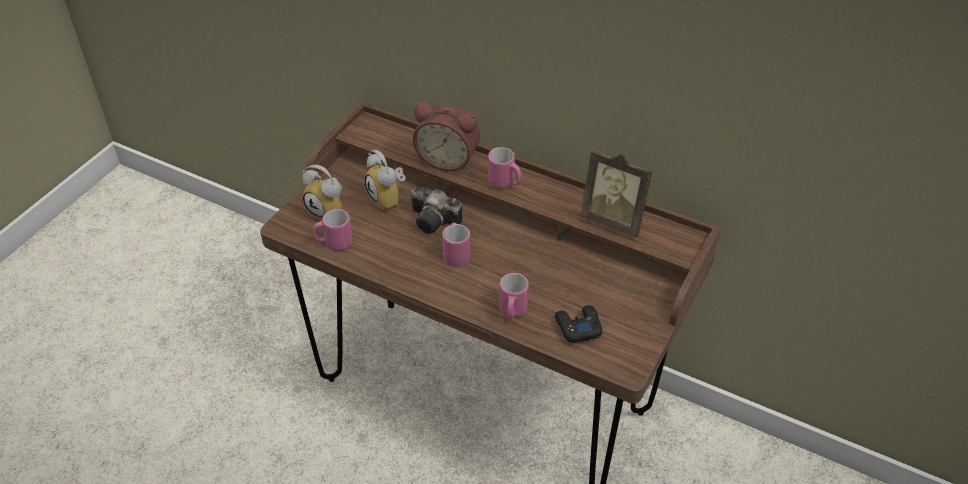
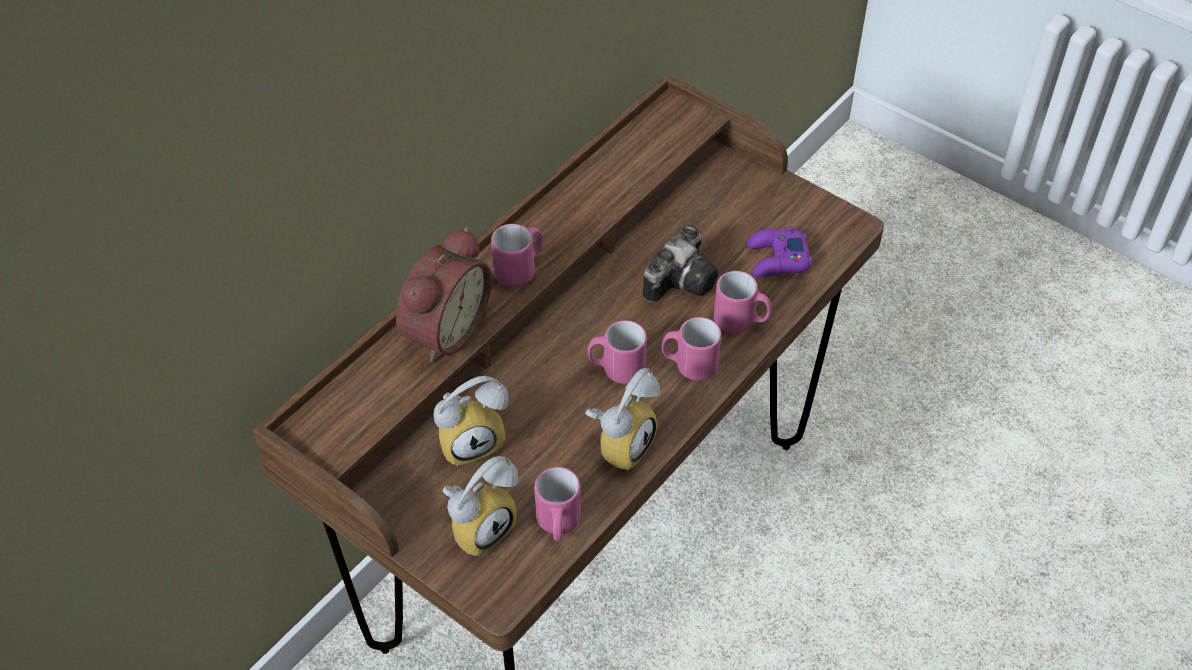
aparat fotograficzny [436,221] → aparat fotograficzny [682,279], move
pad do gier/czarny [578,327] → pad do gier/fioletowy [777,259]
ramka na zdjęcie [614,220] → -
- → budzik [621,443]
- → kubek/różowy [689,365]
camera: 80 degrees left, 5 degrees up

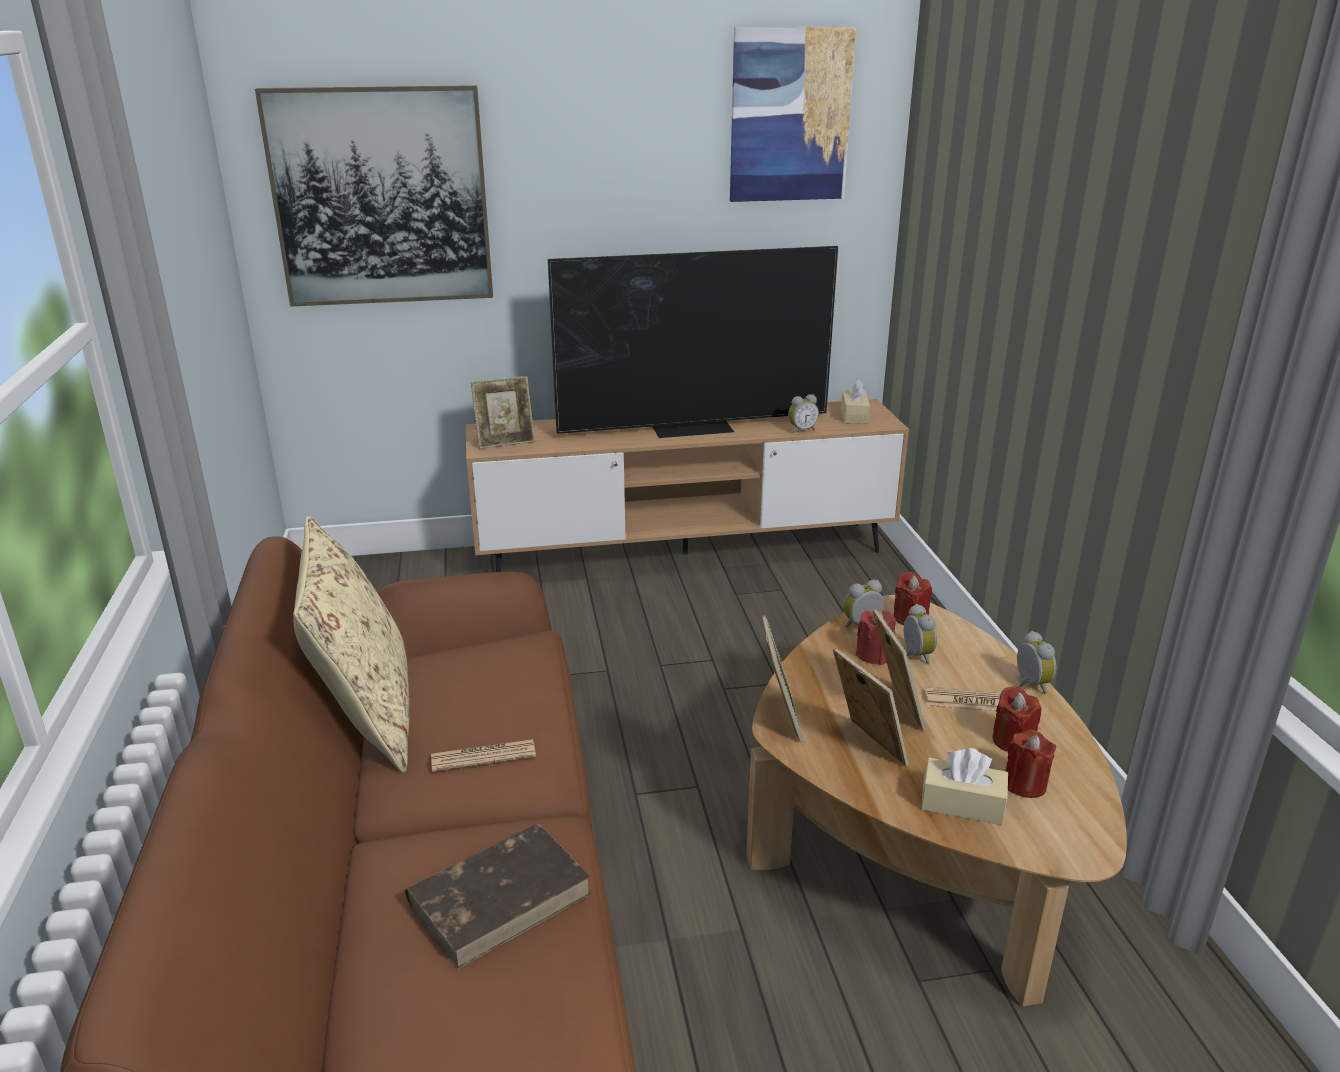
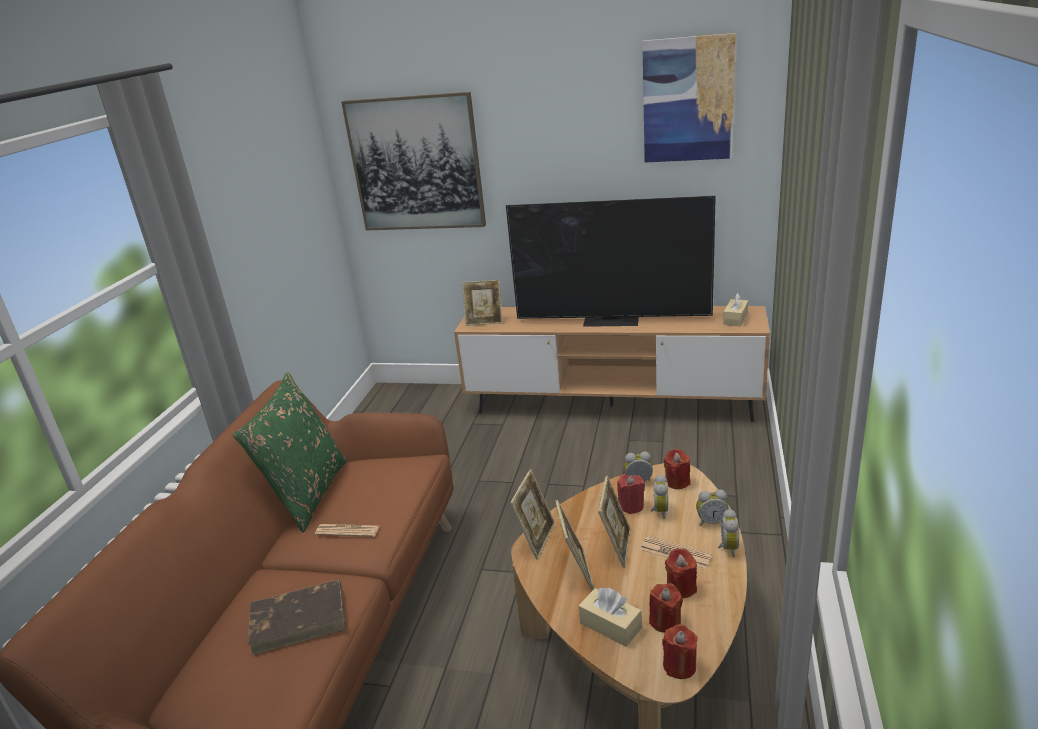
poduszka/beżowy [366,716] → poduszka/zielony [307,494]
budzik [801,430] → budzik [711,521], move
- → świeca/czerwony [679,666]
camera: 25 degrees right, 0 degrees up

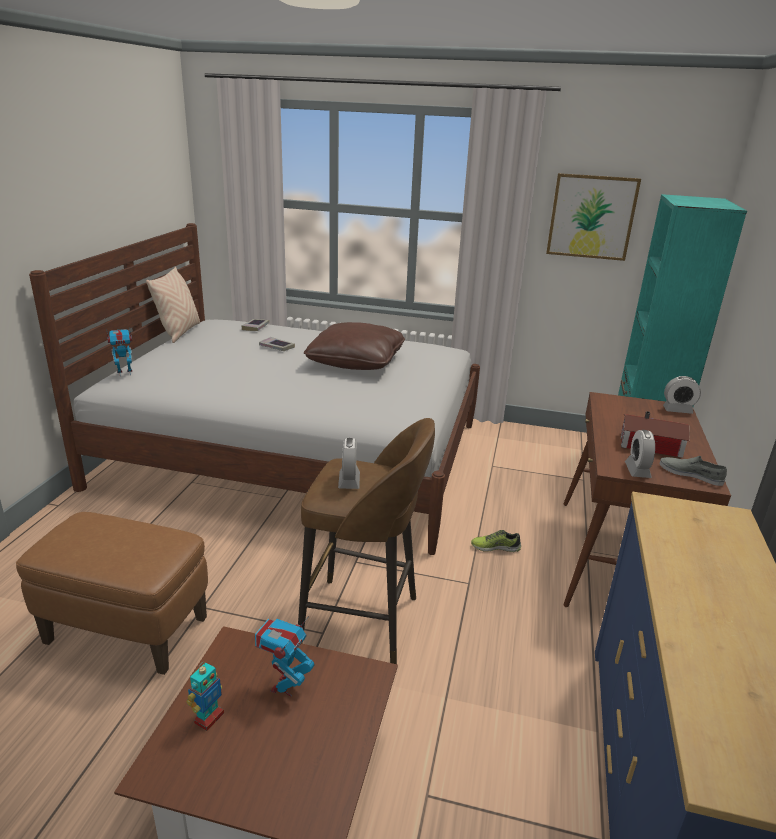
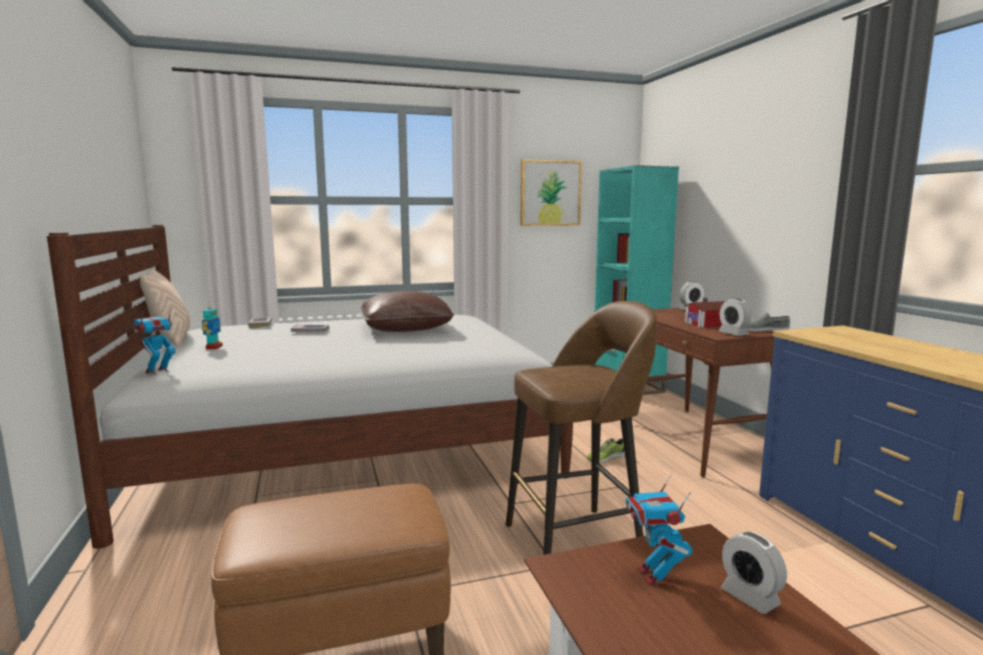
robot zabawkowy [208,718] → robot zabawkowy [213,347], move
budzik [349,481] → budzik [750,597], move
camera: 30 degrees left, 15 degrees down

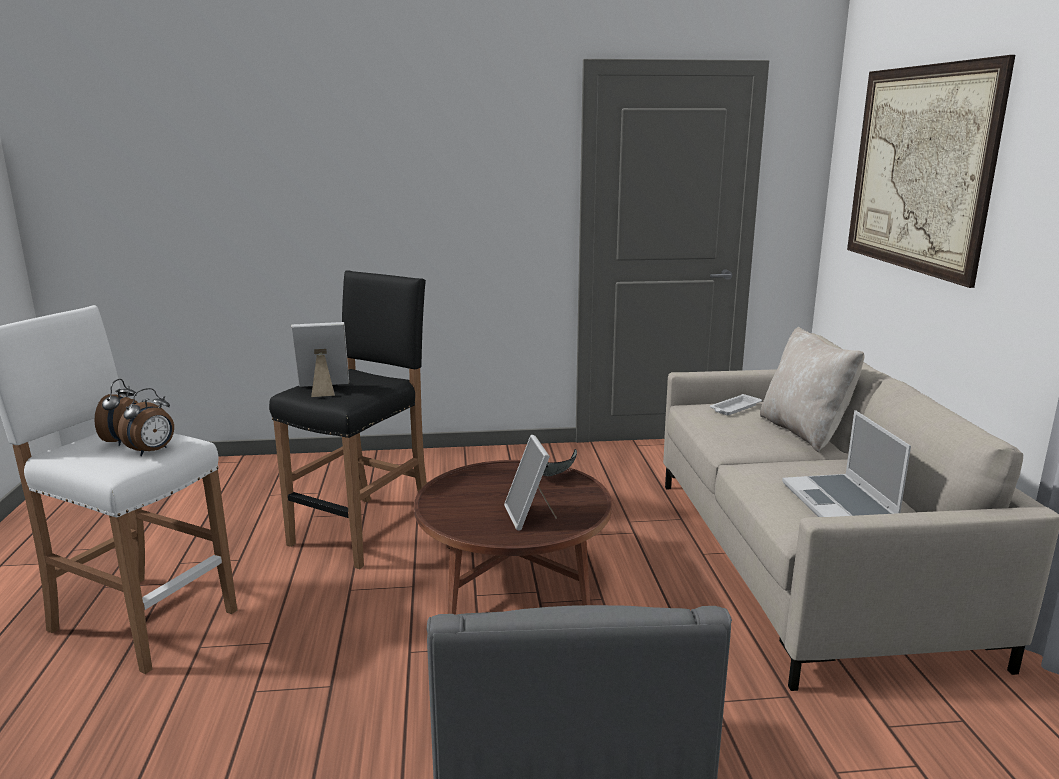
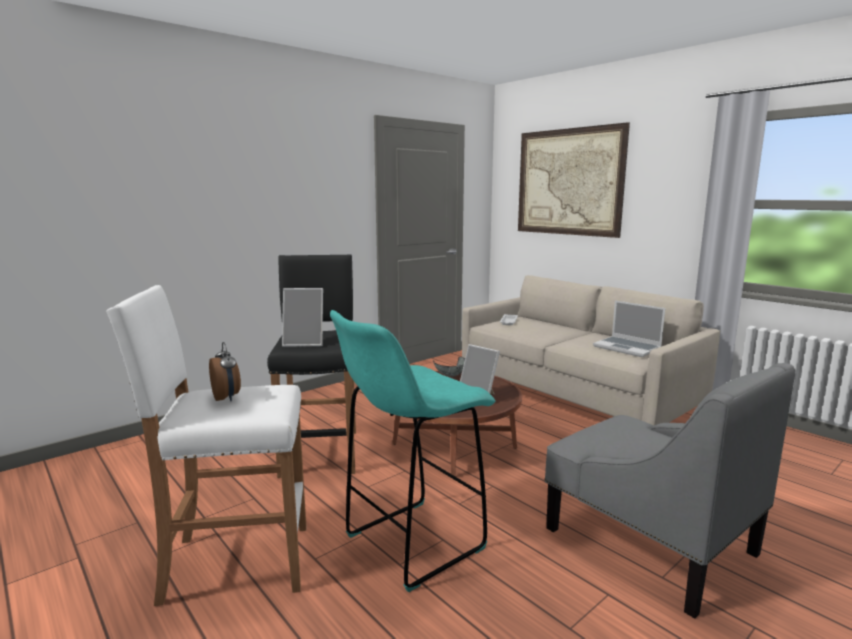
budzik [152,451] → -
ramka na zdjęcie [323,389] → ramka na zdjęcie [305,343], 135 degrees counterclockwise
poduszka/beżowy [804,432] → -
- → stołek/turkusowy [411,543]
camera: 35 degrees left, 5 degrees down

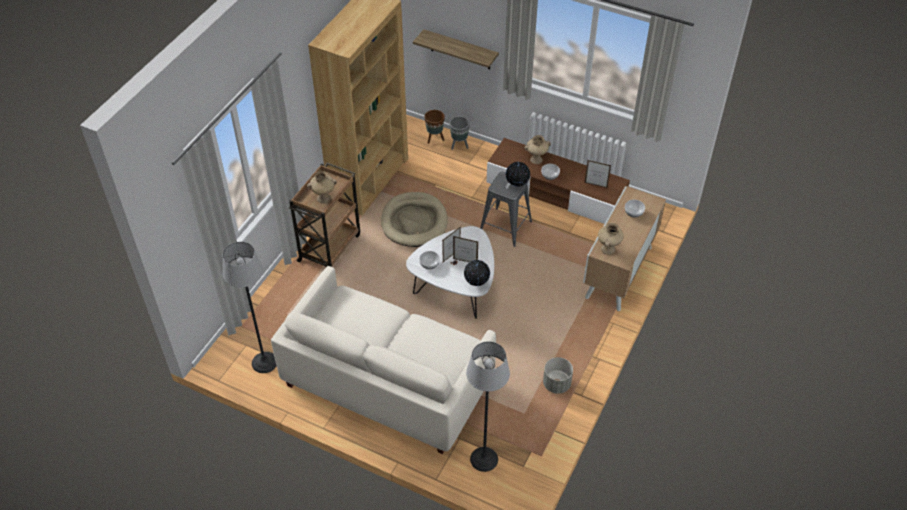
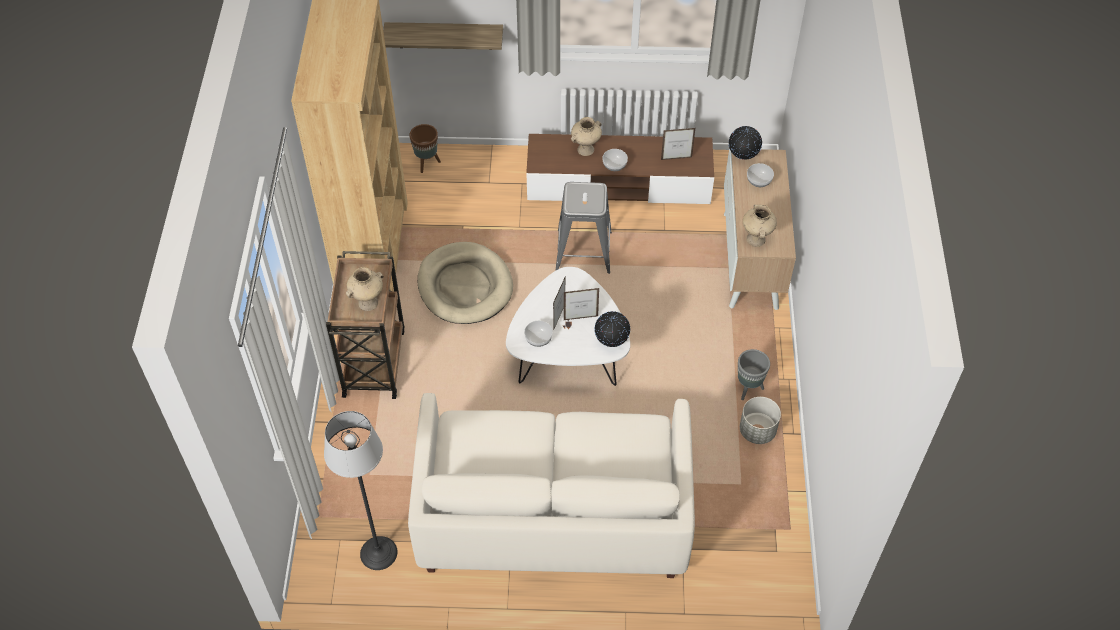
donica/szary [459,145] → donica/szary [748,389], move
lampa stojąca [483,459] → -
globus [517,185] → globus [743,157], move
camera: 25 degrees left, 5 degrees up

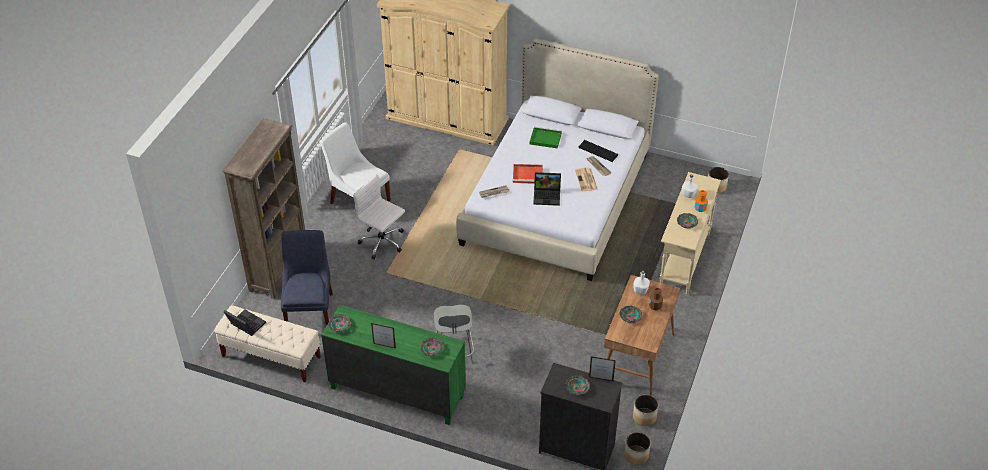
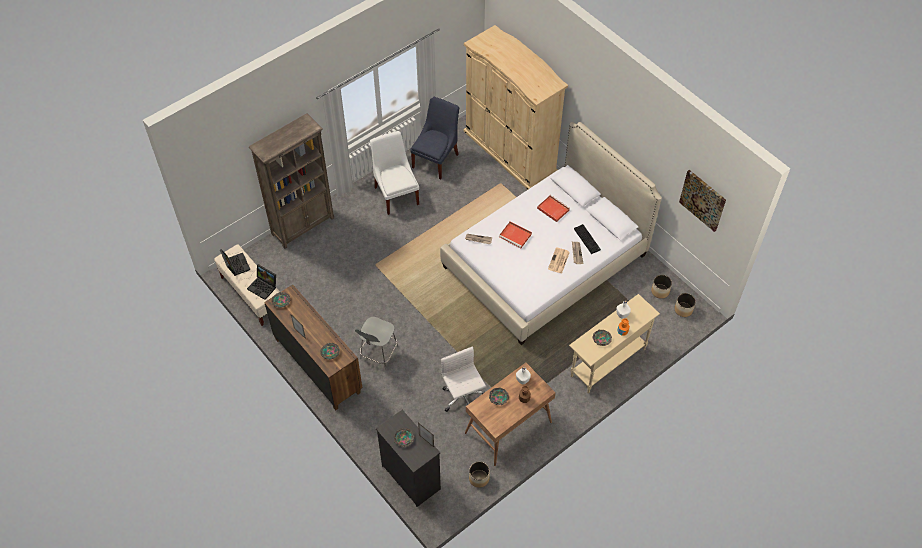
krzesło/niebieski [310,310] → krzesło/niebieski [436,159], move
komoda/zielony [397,391] → komoda/brązowy [317,365]
krzesło biurowe/biały [383,243] → krzesło biurowe/biały [463,398], move
taca/zielony [544,139] → taca/czerwony [552,209]
laptop [547,196] → laptop [264,287], move
donica [636,455] → donica [660,291], move
- → obraz [703,200]
camera: 30 degrees right, 10 degrees up

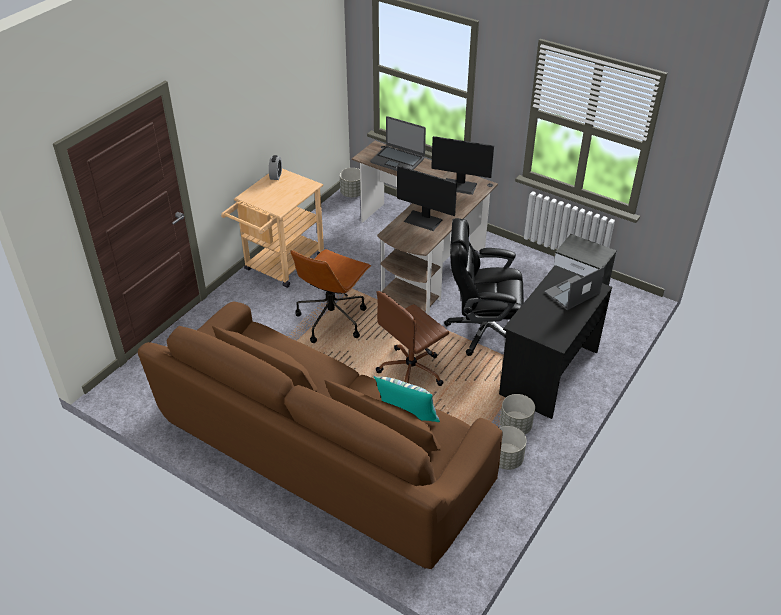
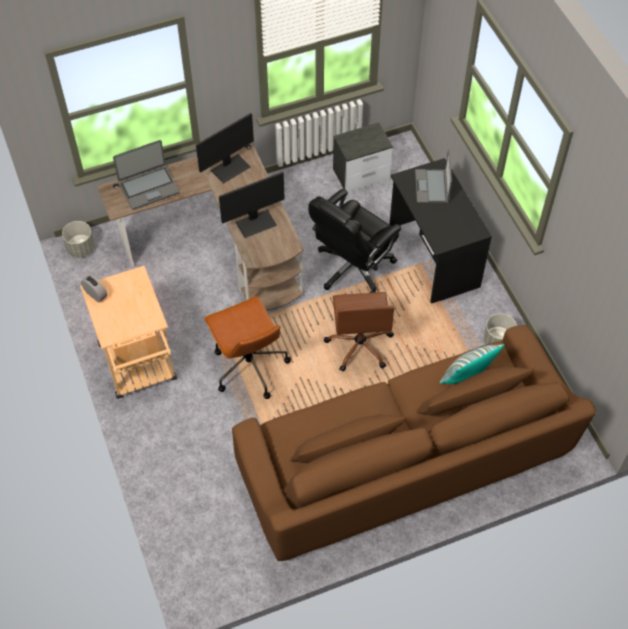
donica/szary [515,426] → -
camera: 55 degrees left, 15 degrees up

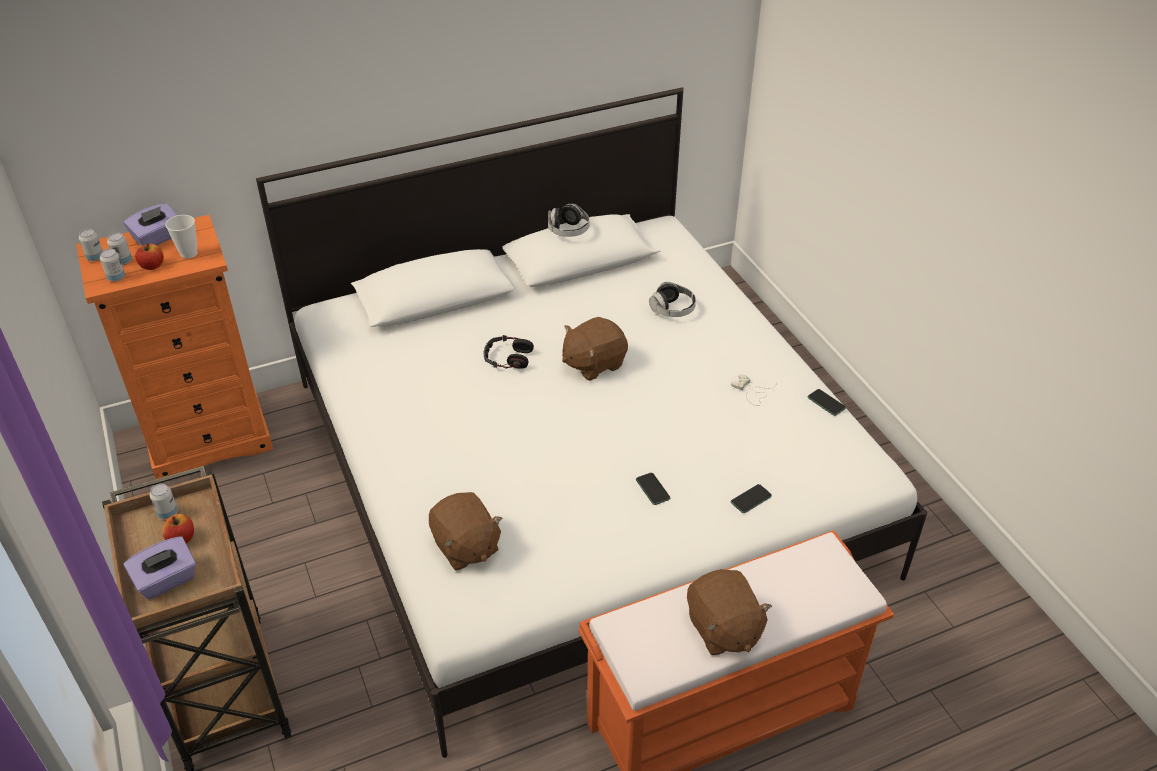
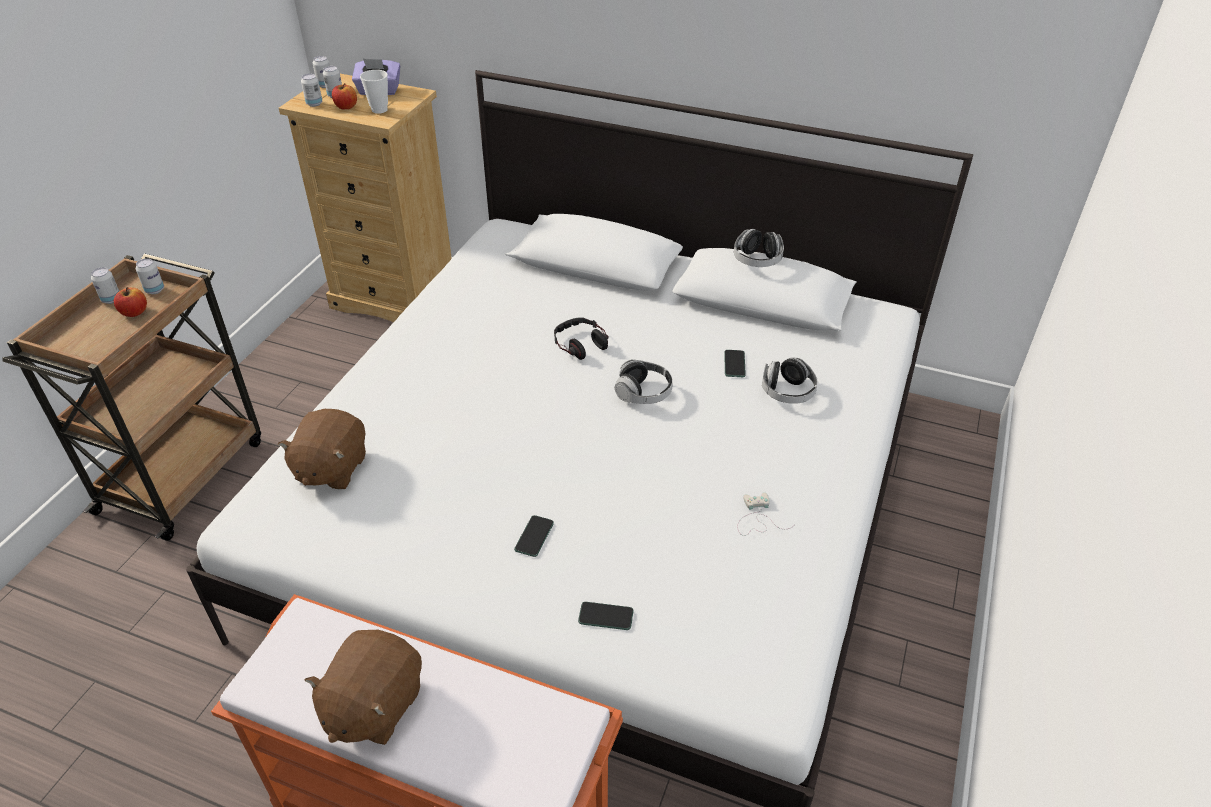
komoda/pomarańczowy [209,437] → komoda/beżowy [396,298]
pudełko chusteczek/fioletowy [167,580] → -
pluszak/brązowy [593,363] → słuchawki [643,393]
telefon [826,403] → telefon [734,364], move
- → puszka [111,299]
camera: 45 degrees right, 0 degrees up

